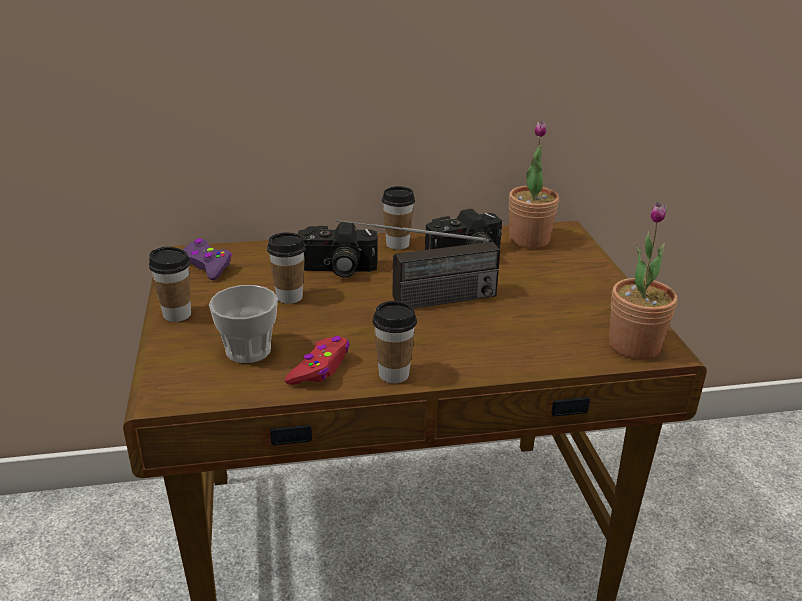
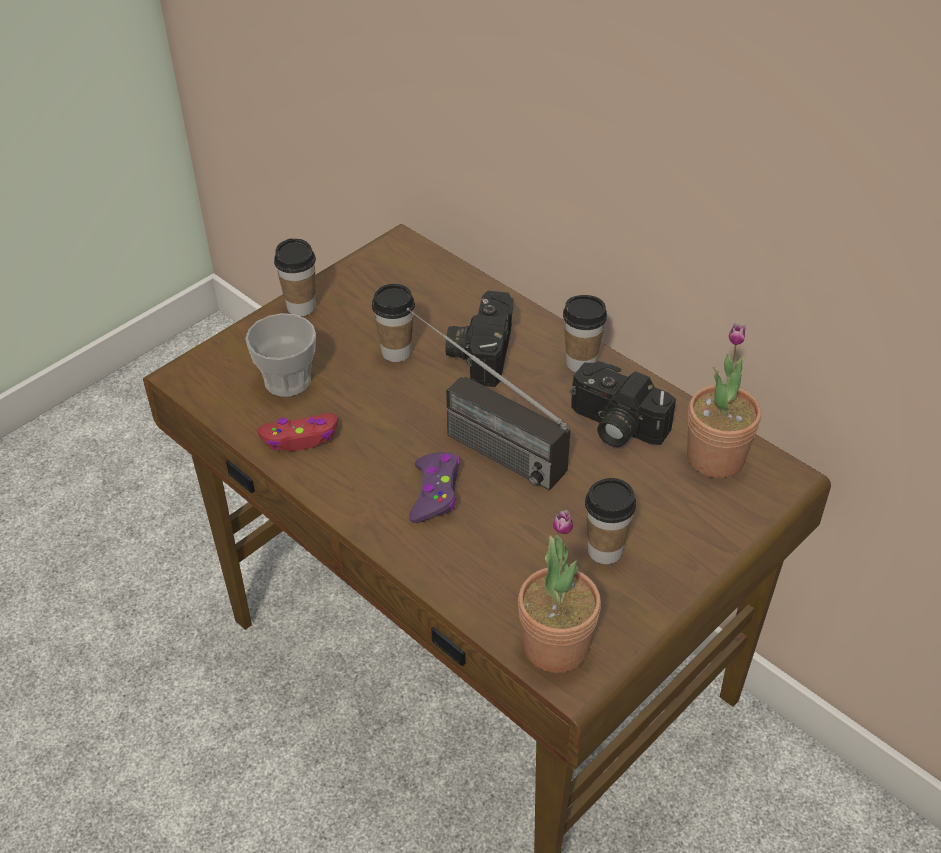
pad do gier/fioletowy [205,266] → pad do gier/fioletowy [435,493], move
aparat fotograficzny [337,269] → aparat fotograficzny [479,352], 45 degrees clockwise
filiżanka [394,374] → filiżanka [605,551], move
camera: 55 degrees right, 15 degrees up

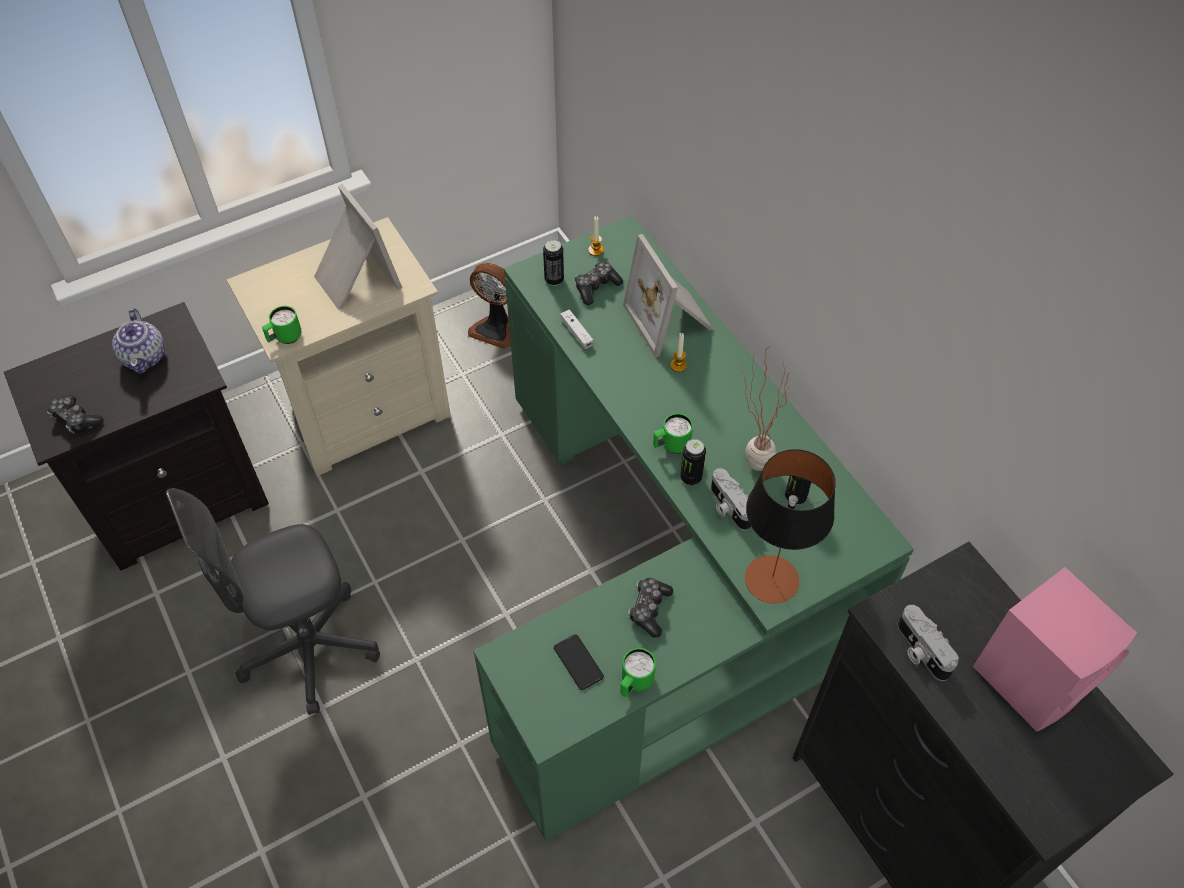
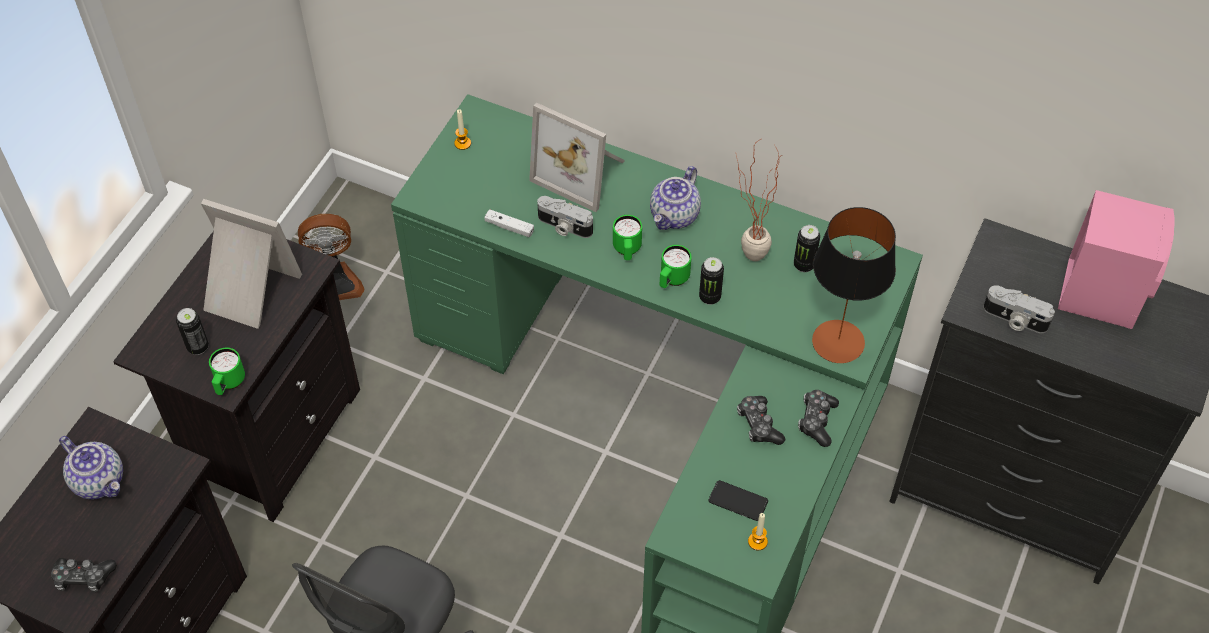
szafka nocna/beżowy [366,410] → szafka nocna/czarny [269,432]
puszka [554,279] → puszka [198,347], move
pad do gier [596,287] → pad do gier [817,421], move
kubek/zielony [634,683] → kubek/zielony [627,250], move
świeca [678,365] → świeca [757,541], move
aparat fotograficzny [728,507] → aparat fotograficzny [564,226], move
- → imbryk [675,216]
camera: 35 degrees left, 0 degrees up

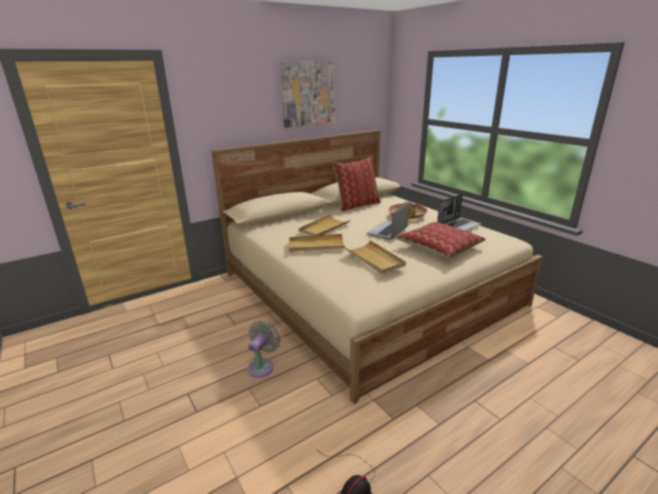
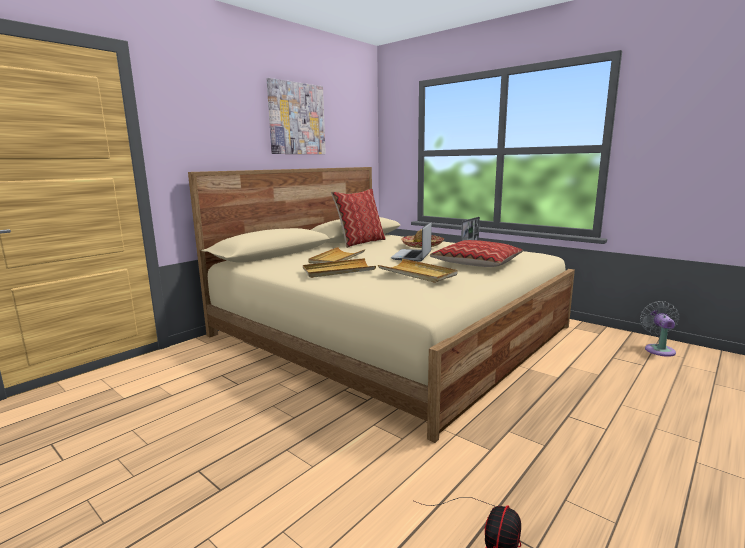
wentylator/szary [262,366] → wentylator/szary [658,349], move
camera: 15 degrees left, 10 degrees down

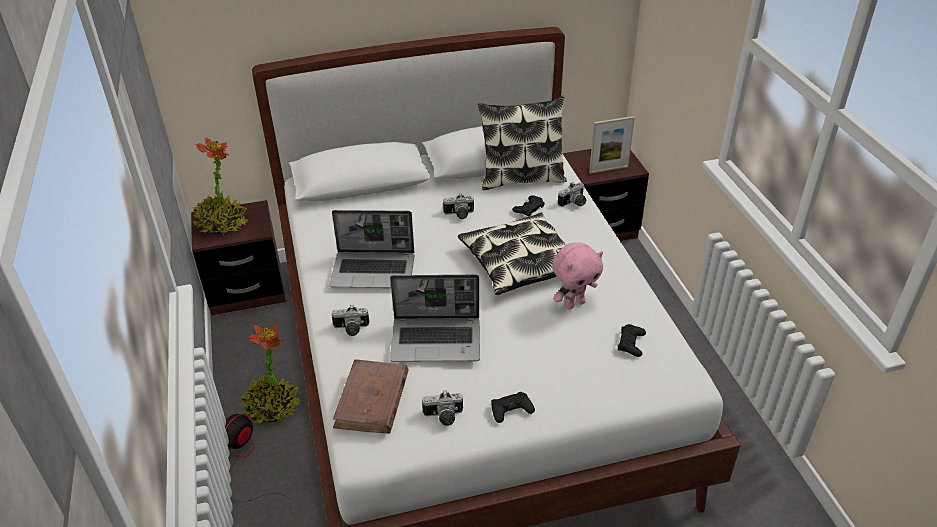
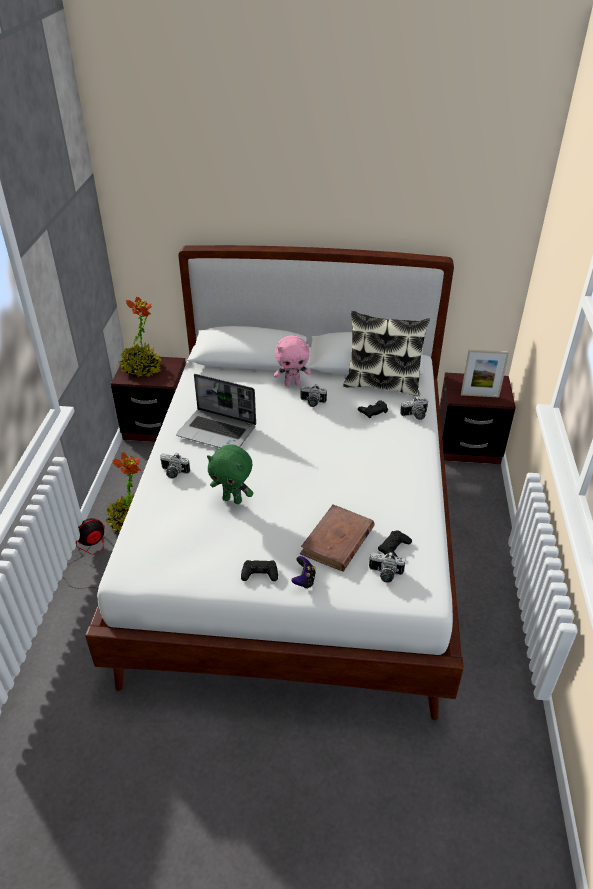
książka/brązowy [372,400] → książka/brązowy [337,541], move
laptop [437,340] → pluszak/zielony [233,499]
aparat fotograficzny [443,417] → aparat fotograficzny [385,574], move
poduszka [520,263] → -
pluszak/różowy [574,303] → pluszak/różowy [292,384], move
- → pad do gier [304,580]
camera: 20 degrees right, 0 degrees up

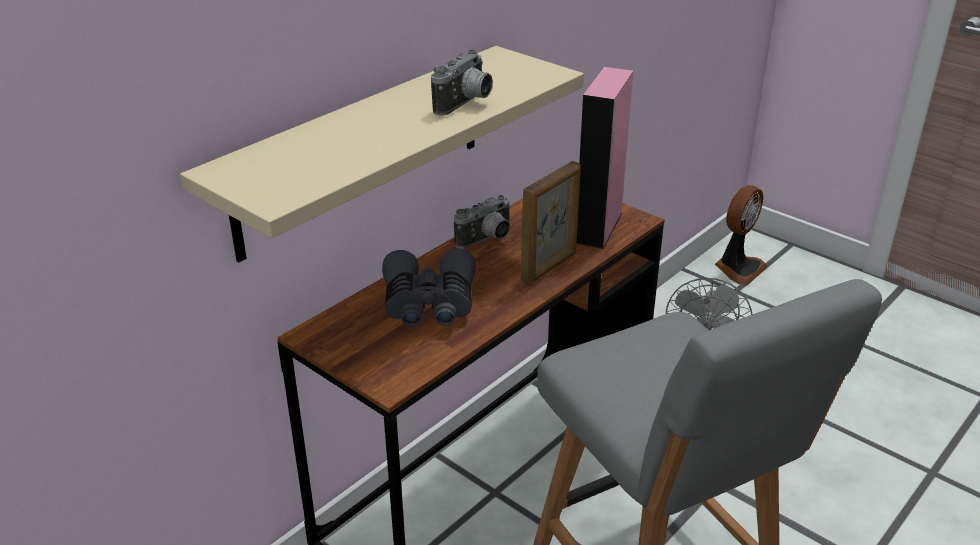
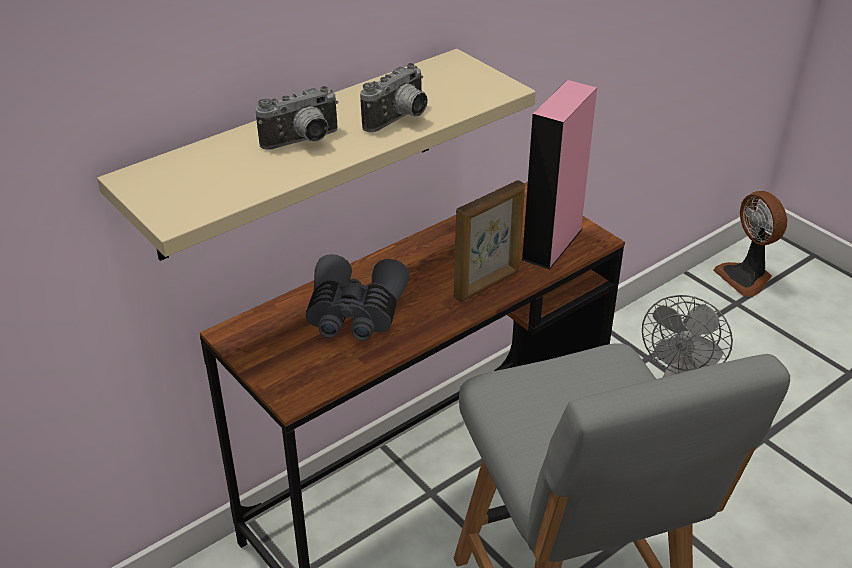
aparat fotograficzny [487,240] → aparat fotograficzny [303,142], move
wentylator [738,268] → wentylator [746,277], 105 degrees clockwise
camera: 10 degrees right, 5 degrees up

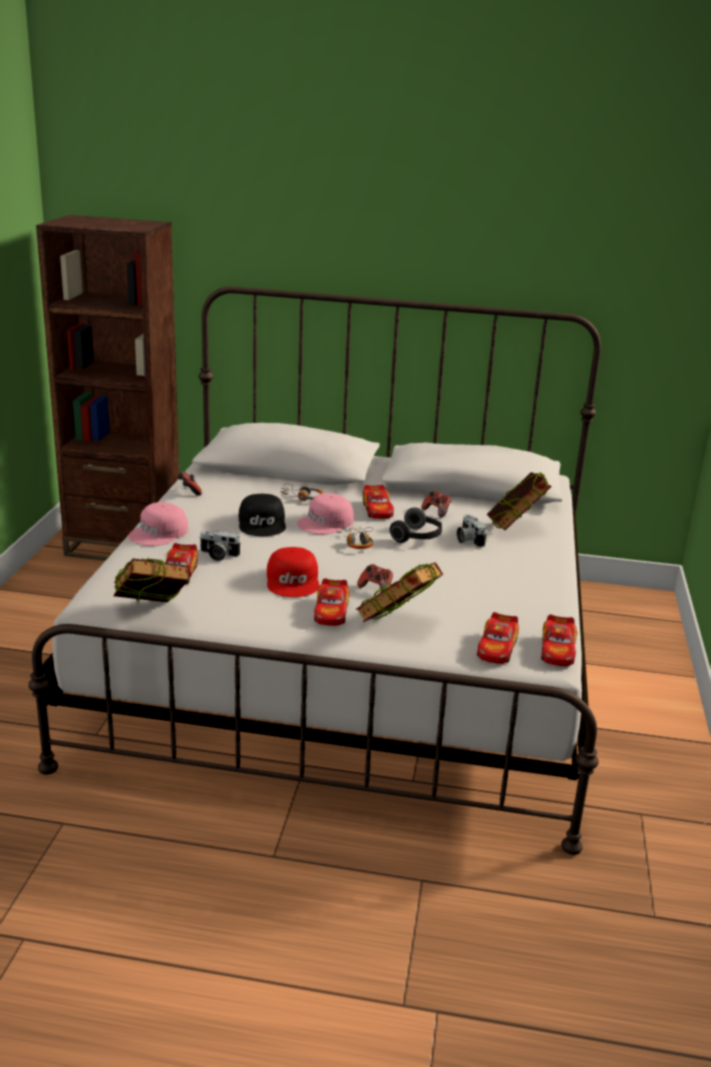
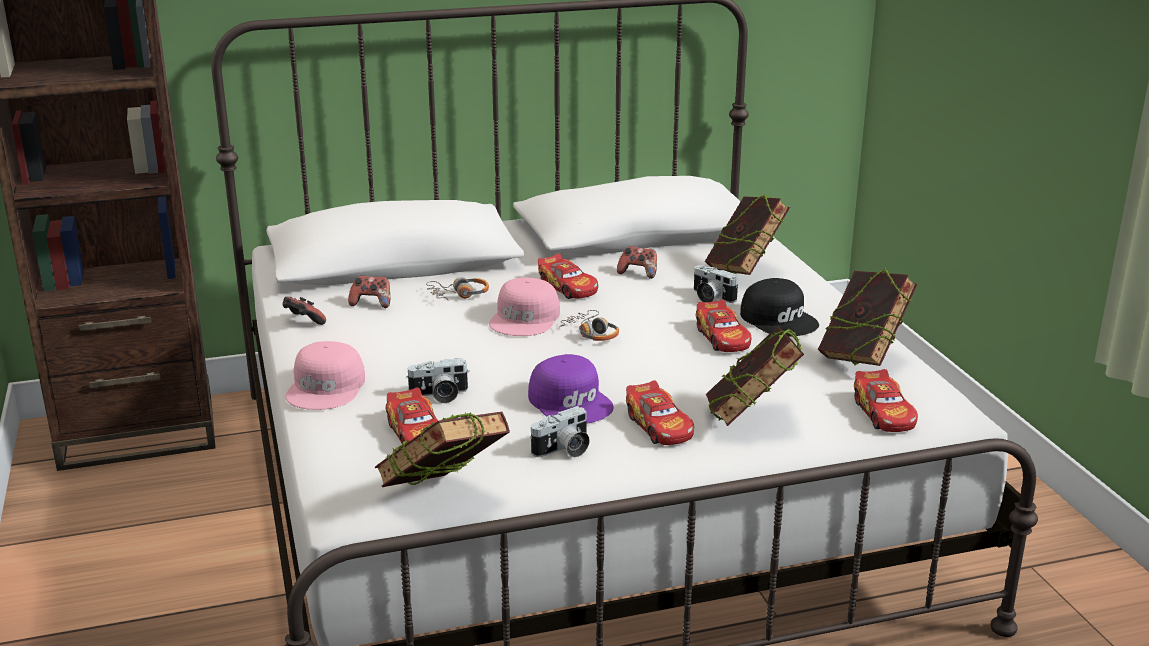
czapka z daszkiem/czarny [263,523] → czapka z daszkiem/czarny [779,319], move
czapka z daszkiem/czerwony [293,581] → czapka z daszkiem/fioletowy [571,401]
pad do gier [376,589] → pad do gier [371,303], move
słuchawki [417,537] → -
samochodzik [557,650] → samochodzik [722,338], move
- → aparat fotograficzny [563,450]
- → książka [862,358]
camera: 25 degrees left, 0 degrees up

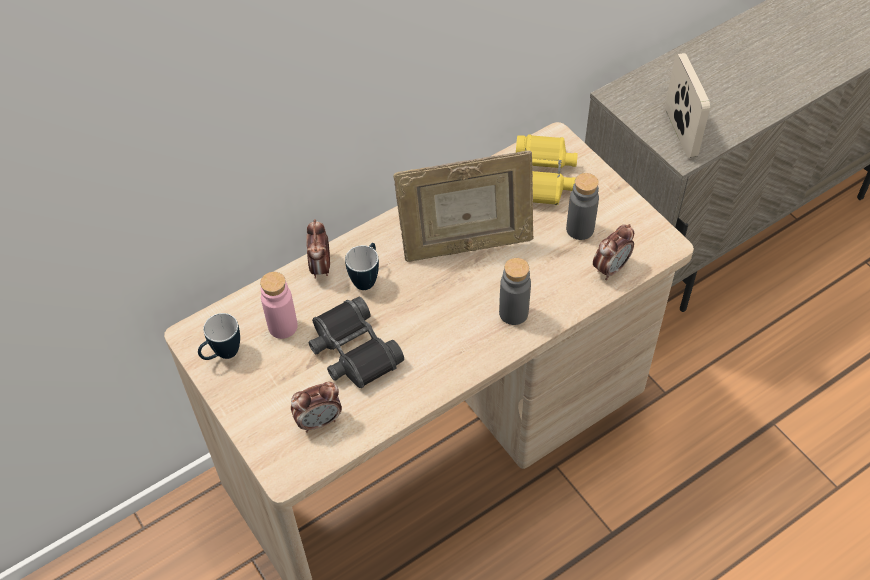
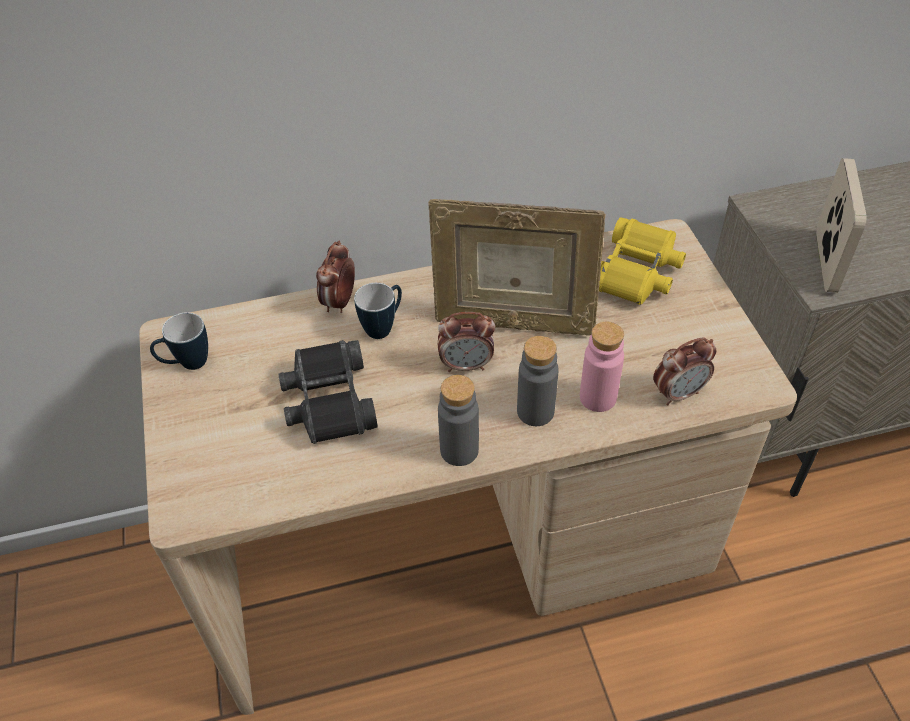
butelka/różowy [283,326] → butelka/różowy [598,397], move
budzik [319,421] → budzik [466,365], move
butelka/szary [580,229] → butelka/szary [459,450], move
camera: 20 degrees right, 5 degrees down

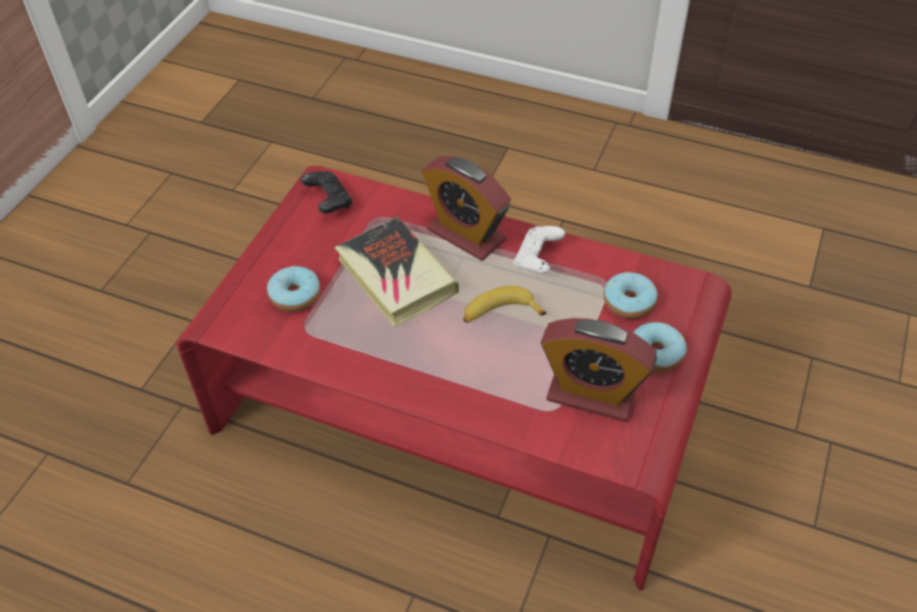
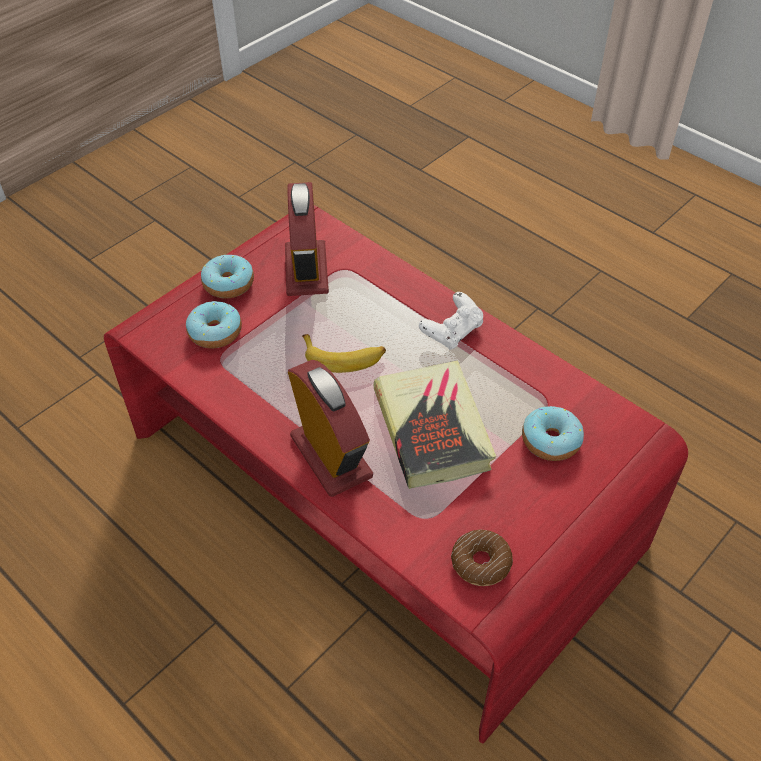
pad do gier/czarny [328,201] → donut [481,563]
pad do gier/biały [537,259] → pad do gier/biały [452,331], move
budzik [591,394] → budzik [306,270], 45 degrees clockwise
camera: 160 degrees left, 0 degrees up

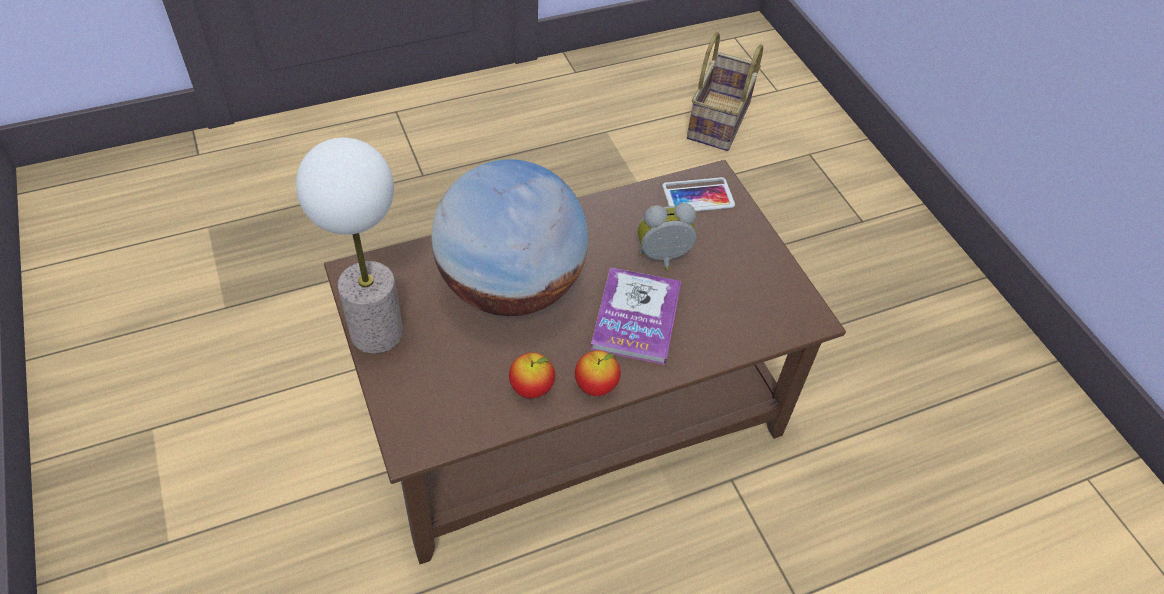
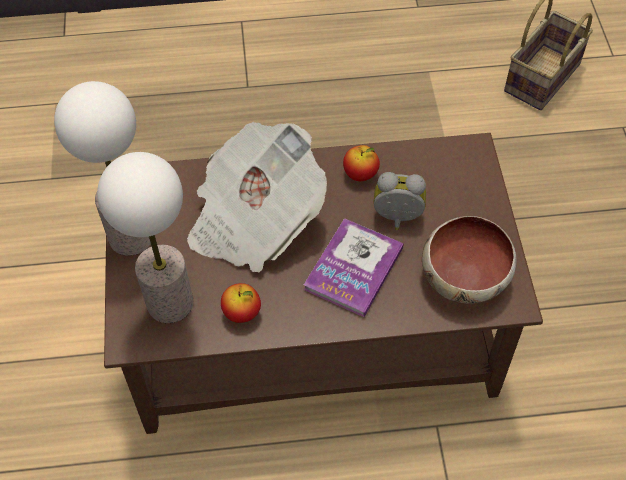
globus [511,287] → gazeta [254,219]
jabłko [596,386] → jabłko [360,174], move
telefon [698,196] → -
- → lampa stołowa [169,303]
- → miska [464,274]
camera: 20 degrees right, 5 degrees up

